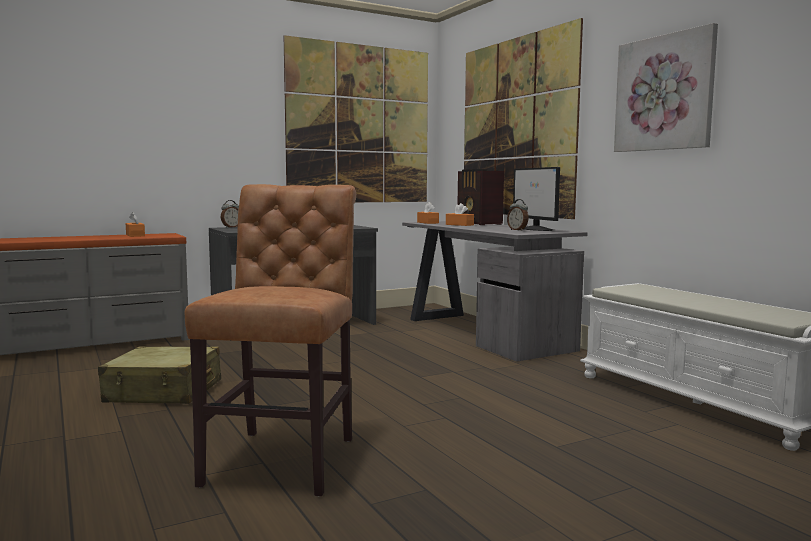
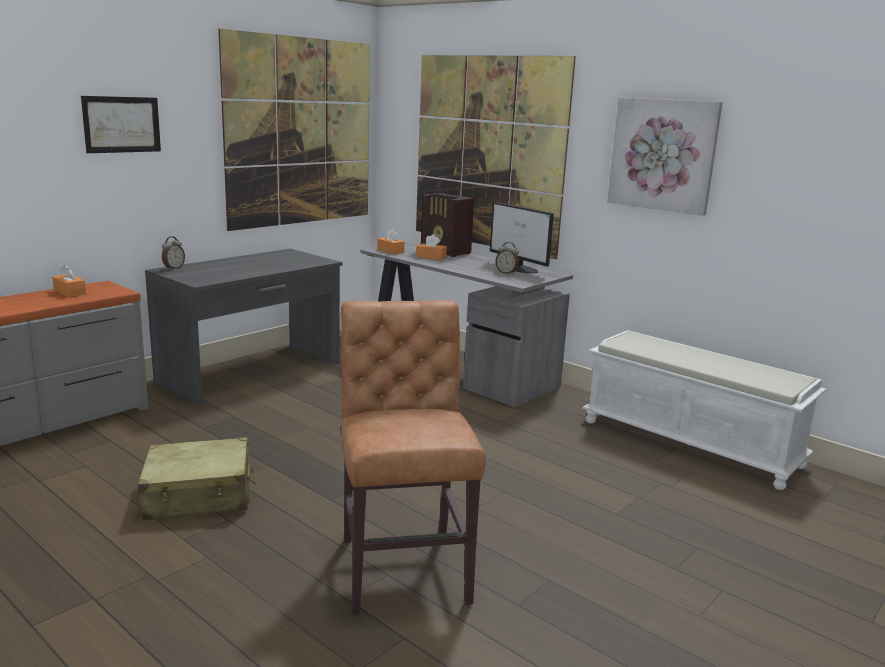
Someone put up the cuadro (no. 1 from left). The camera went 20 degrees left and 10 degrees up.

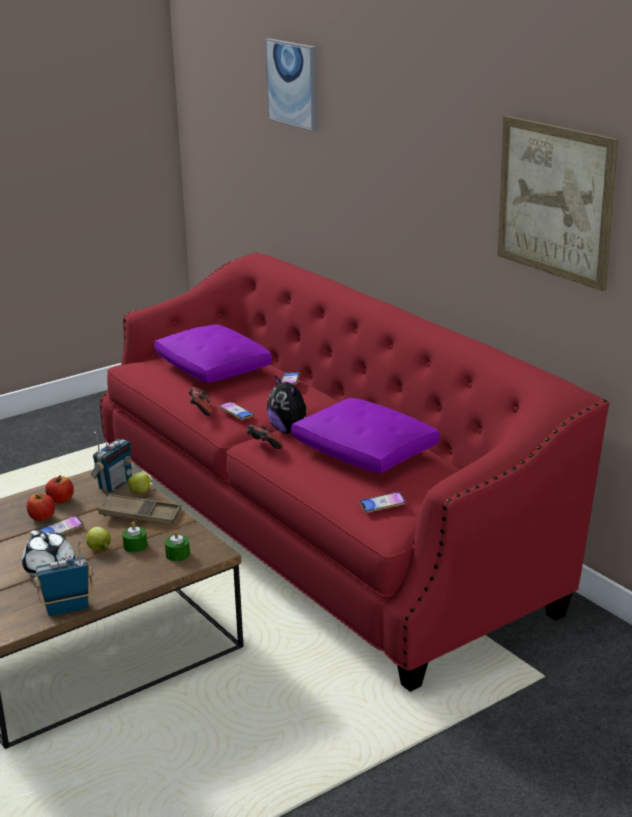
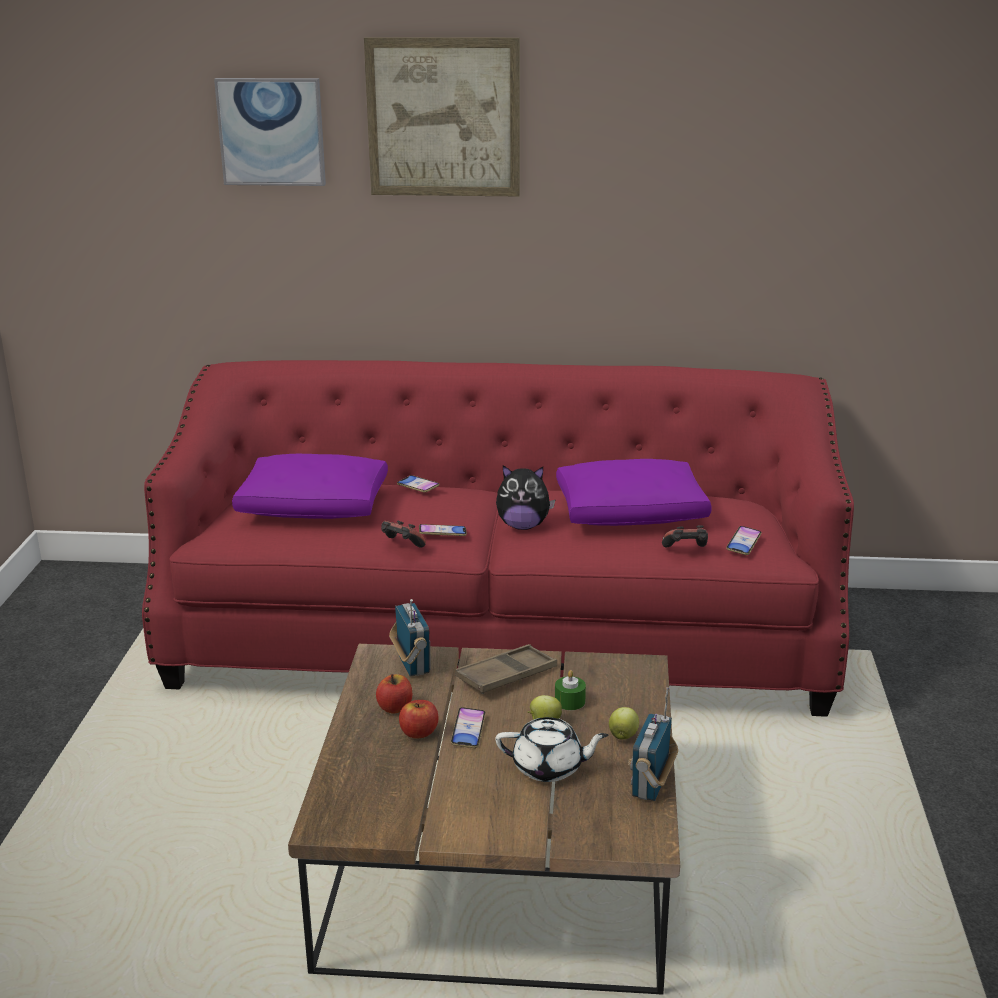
Someone carried the cuadro (no. 2 from left). Someone carried the mando de consola (no. 2 from left). Someone carried the manzana (no. 4 from left). Someone took away the vela (verde) (no. 2 from left). The camera went 50 degrees left and 0 degrees up.

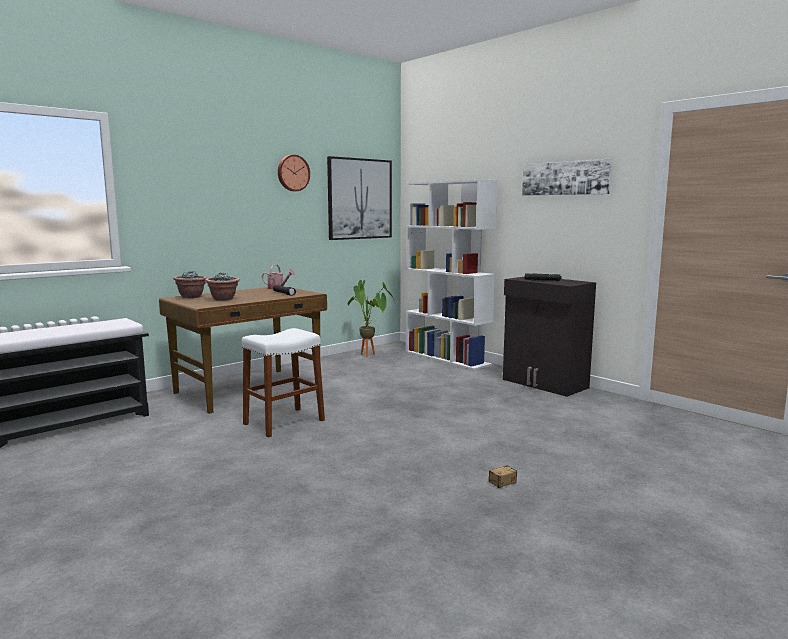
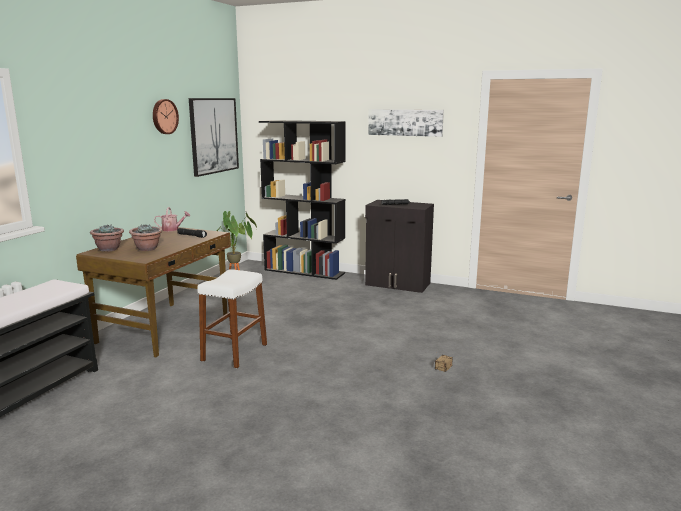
Someone repainted the estantería (blanco), which became the estantería (negro). The camera went 25 degrees left and 5 degrees up.

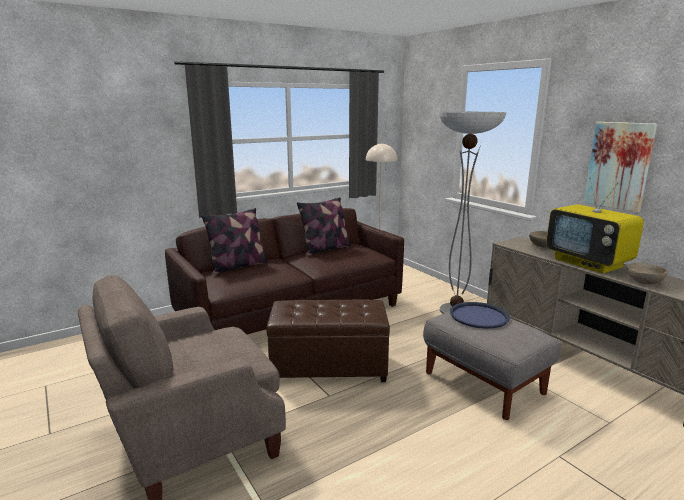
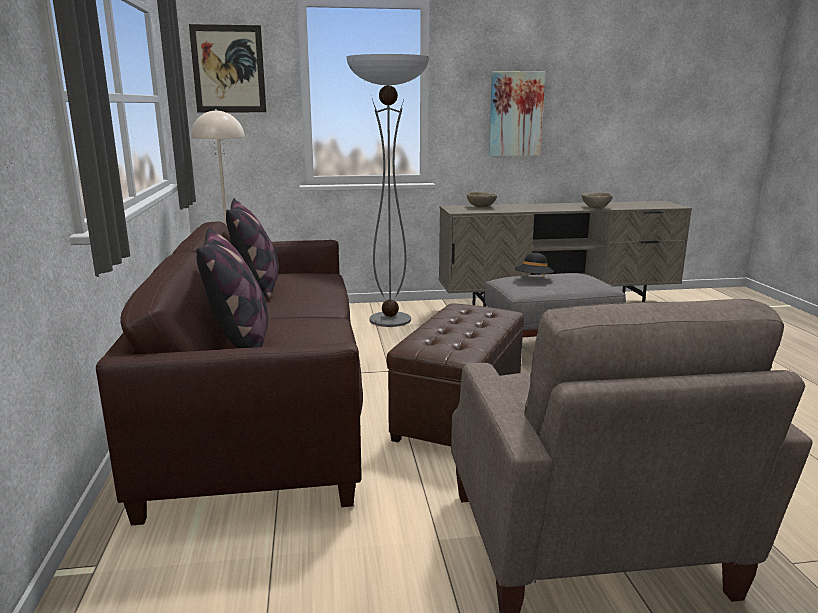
Someone took away the televisor. Someone swapped the bandeja (azul) for the sombrero (negro). Someone put up the cuadro (no. 1 from left). The camera went 65 degrees left and 0 degrees up.

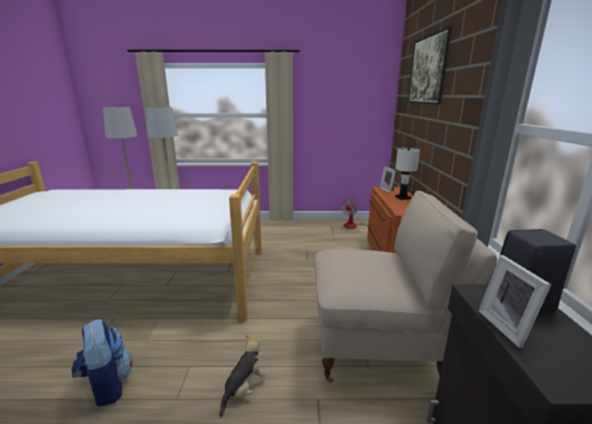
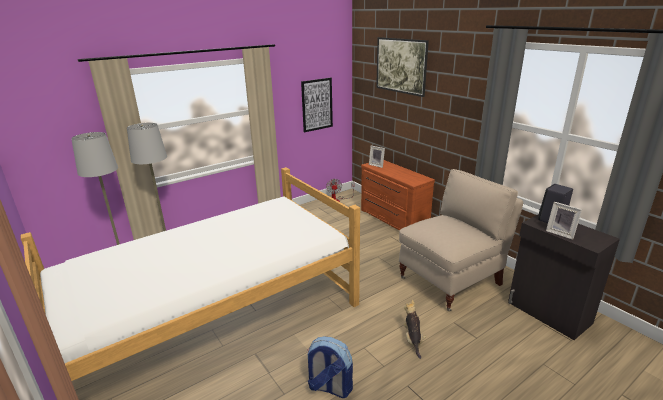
Someone took away the lámpara de mesa (blanco). Someone put up the cuadro (no. 1 from left). The camera went 35 degrees left and 5 degrees up.

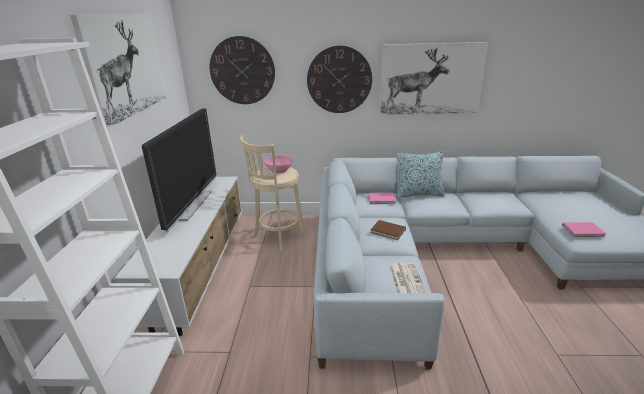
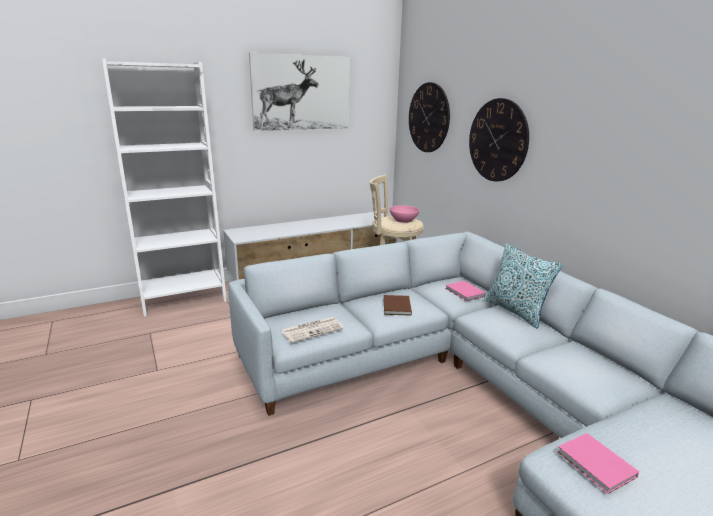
Someone took away the cuadro (no. 2 from left). Someone took away the televisor. The camera went 60 degrees right and 5 degrees down.

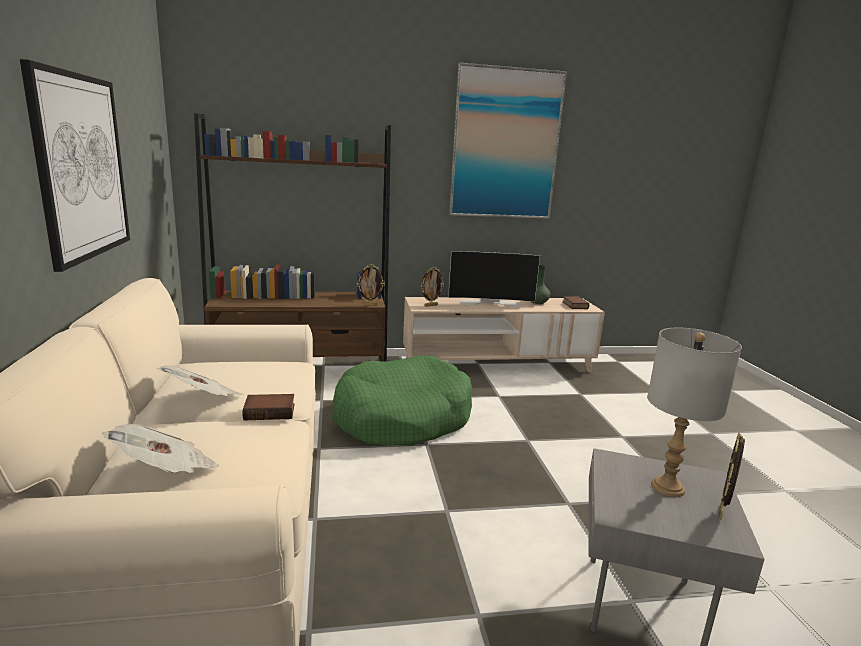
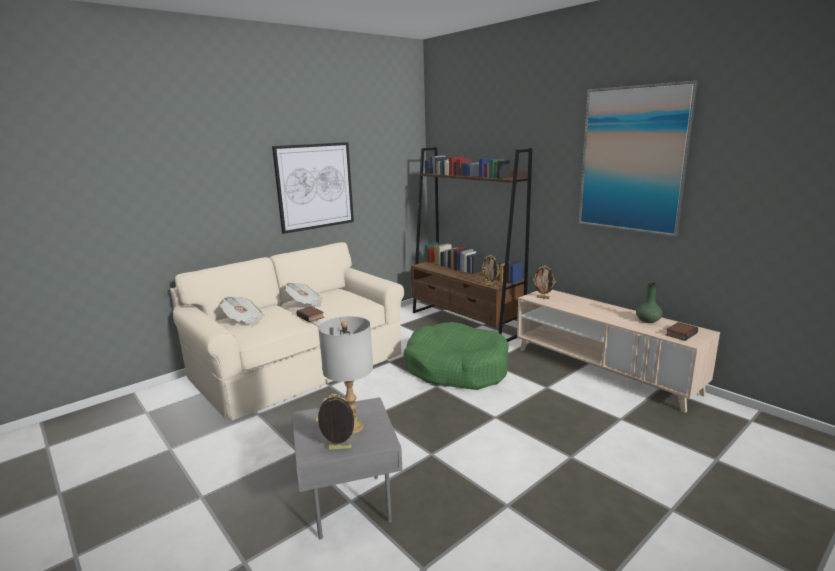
Someone took away the televisor. The camera went 60 degrees right and 0 degrees up.

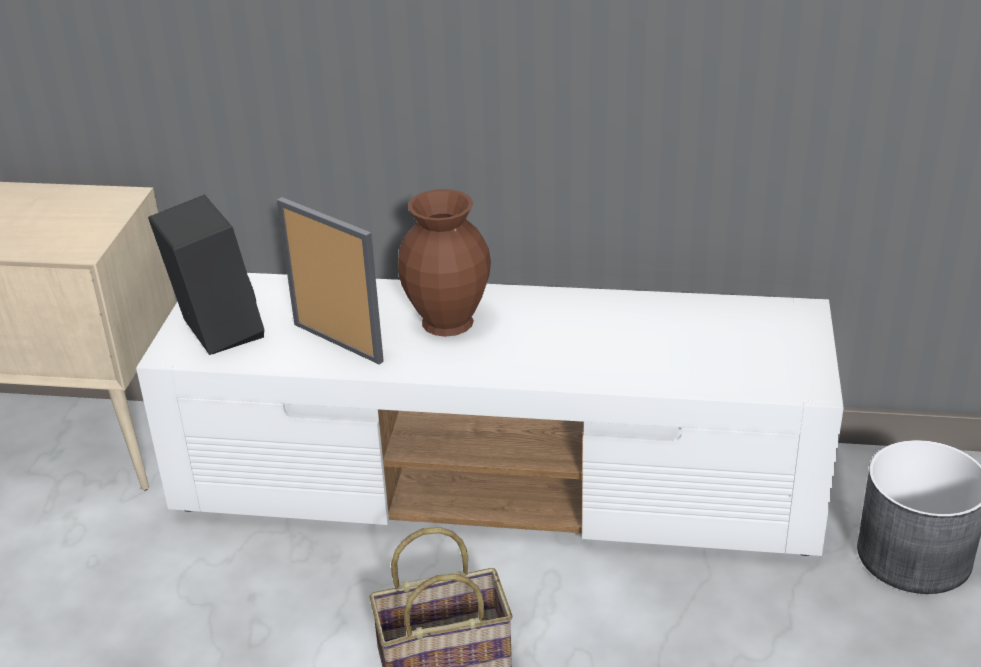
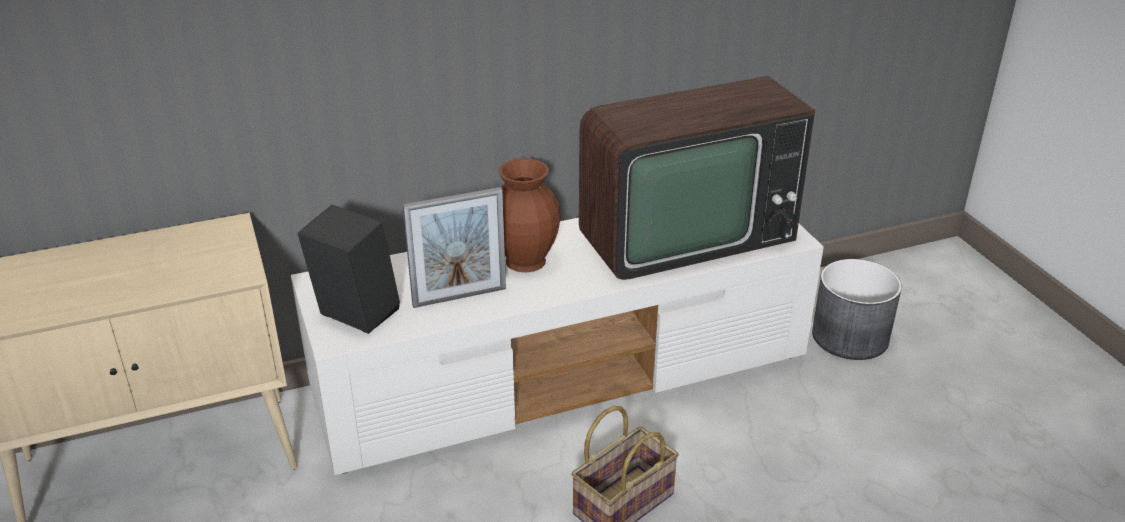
Someone rotated the portarretratos by 150 degrees clockwise. Someone put down the televisor. The camera went 30 degrees left and 0 degrees up.

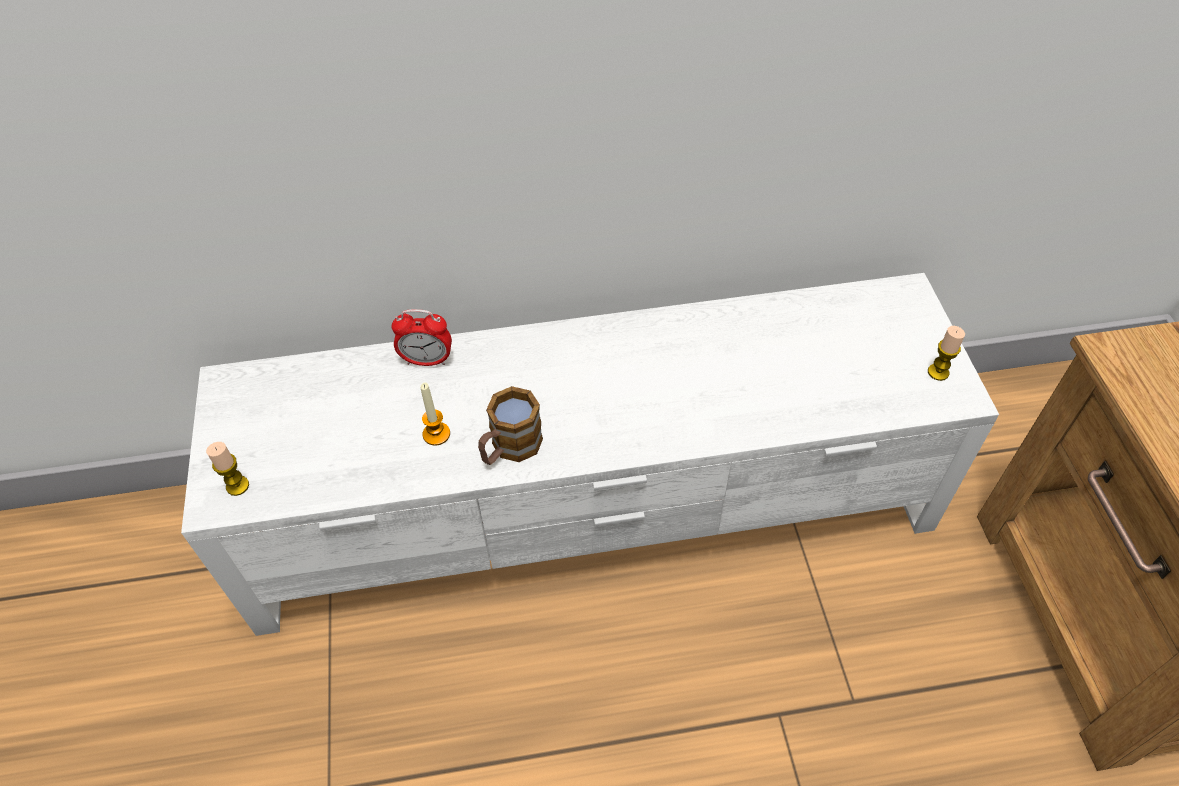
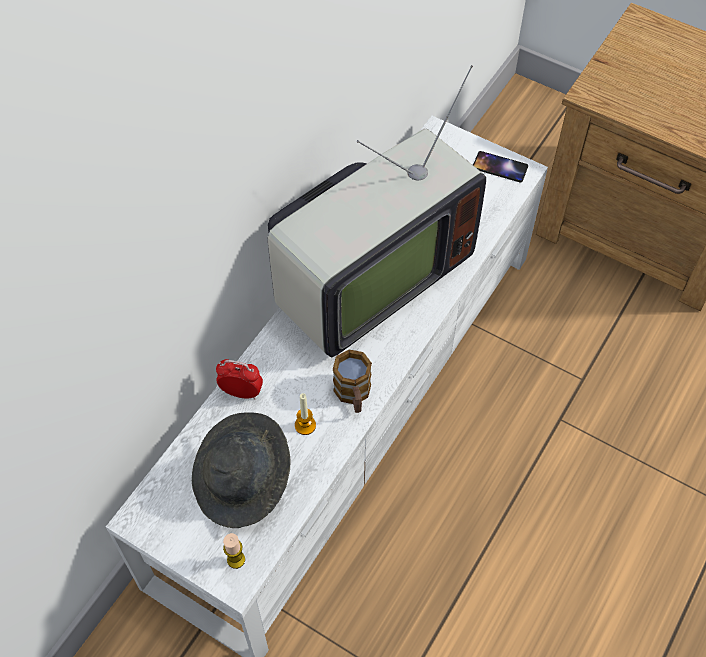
Someone rotated the despertador by 120 degrees counterclockwise. Someone swapped the vela (no. 3 from left) for the móvil. Someone put down the televisor. Someone put down the sombrero (gris). The camera went 50 degrees left and 5 degrees up.

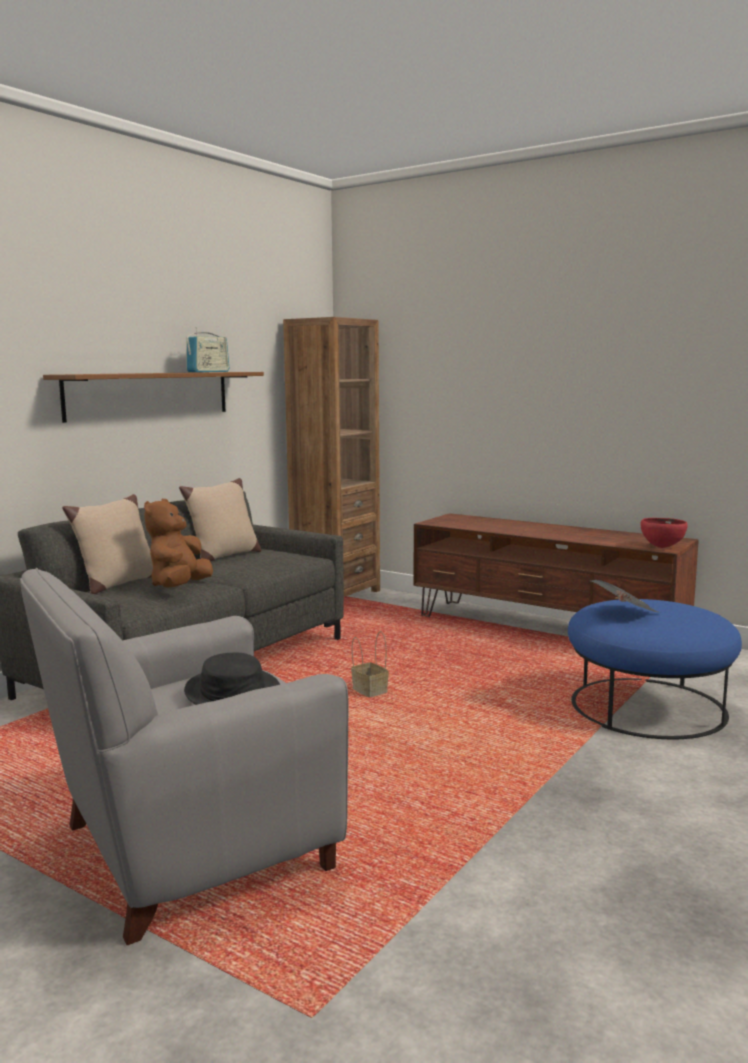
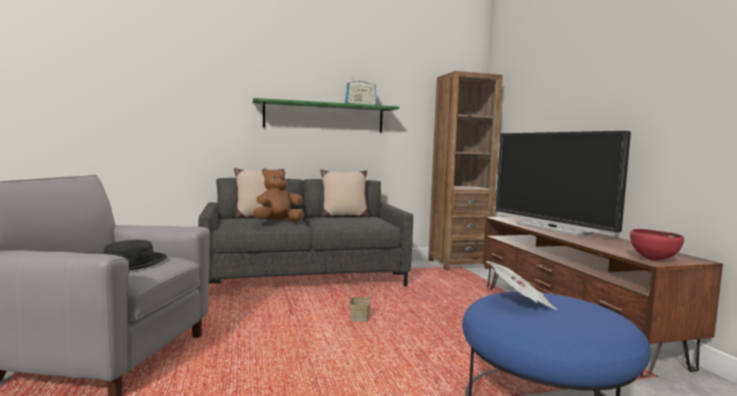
Someone repainted the estante (marrón), which became the estante (verde). Someone put down the televisor. The camera went 40 degrees right and 5 degrees down.

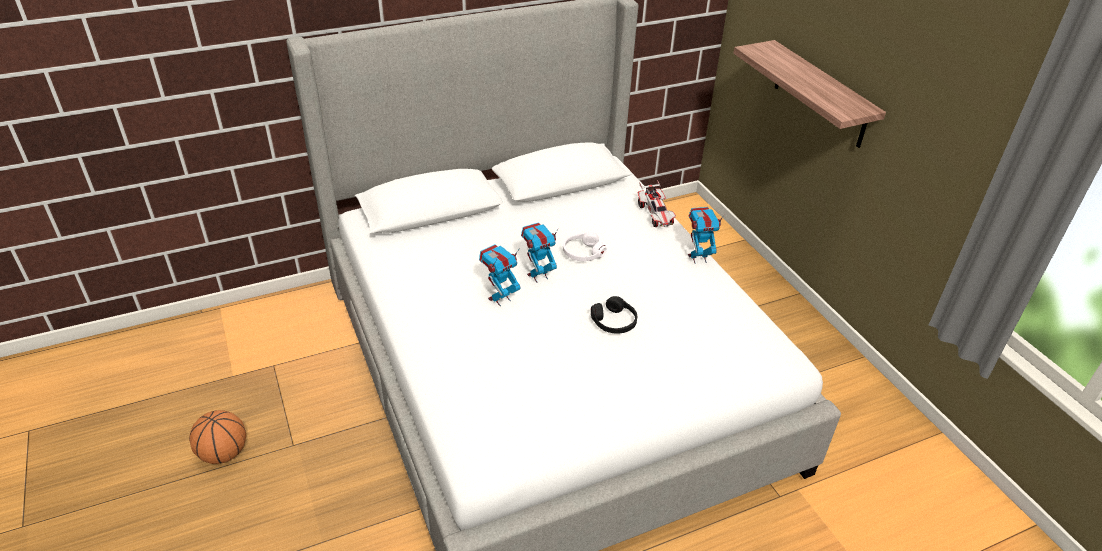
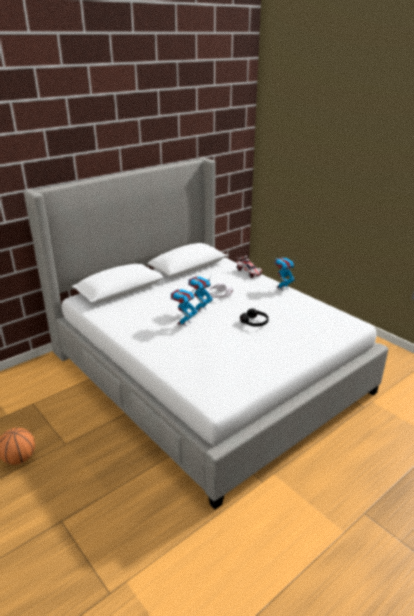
Someone took away the estante. The camera went 15 degrees left and 10 degrees down.

